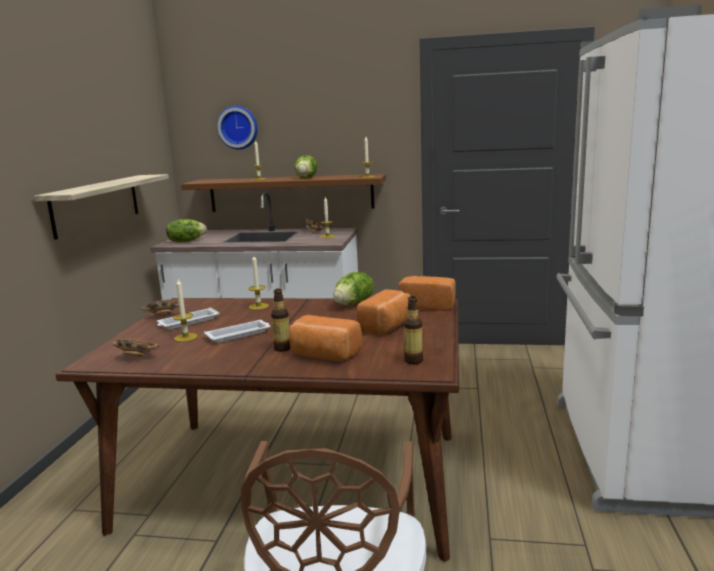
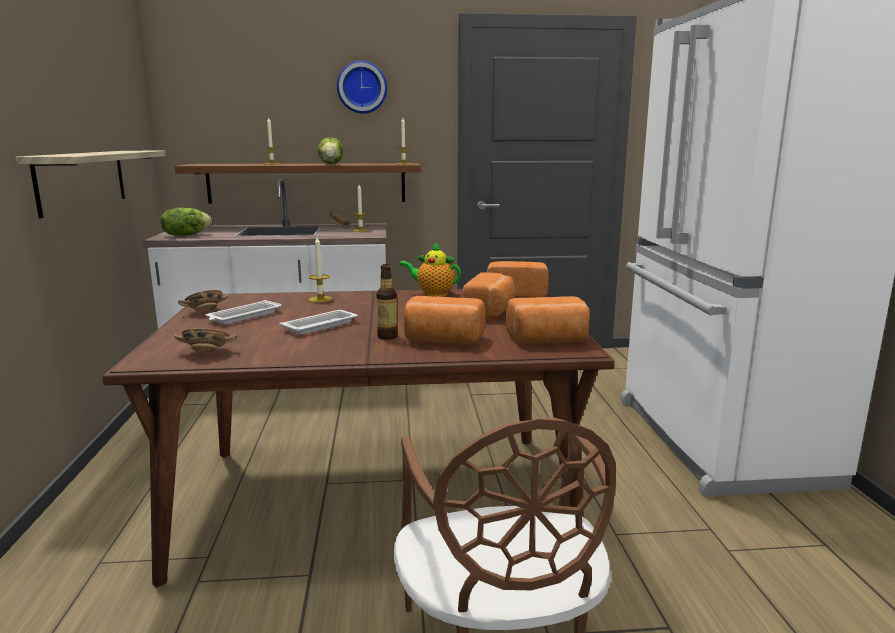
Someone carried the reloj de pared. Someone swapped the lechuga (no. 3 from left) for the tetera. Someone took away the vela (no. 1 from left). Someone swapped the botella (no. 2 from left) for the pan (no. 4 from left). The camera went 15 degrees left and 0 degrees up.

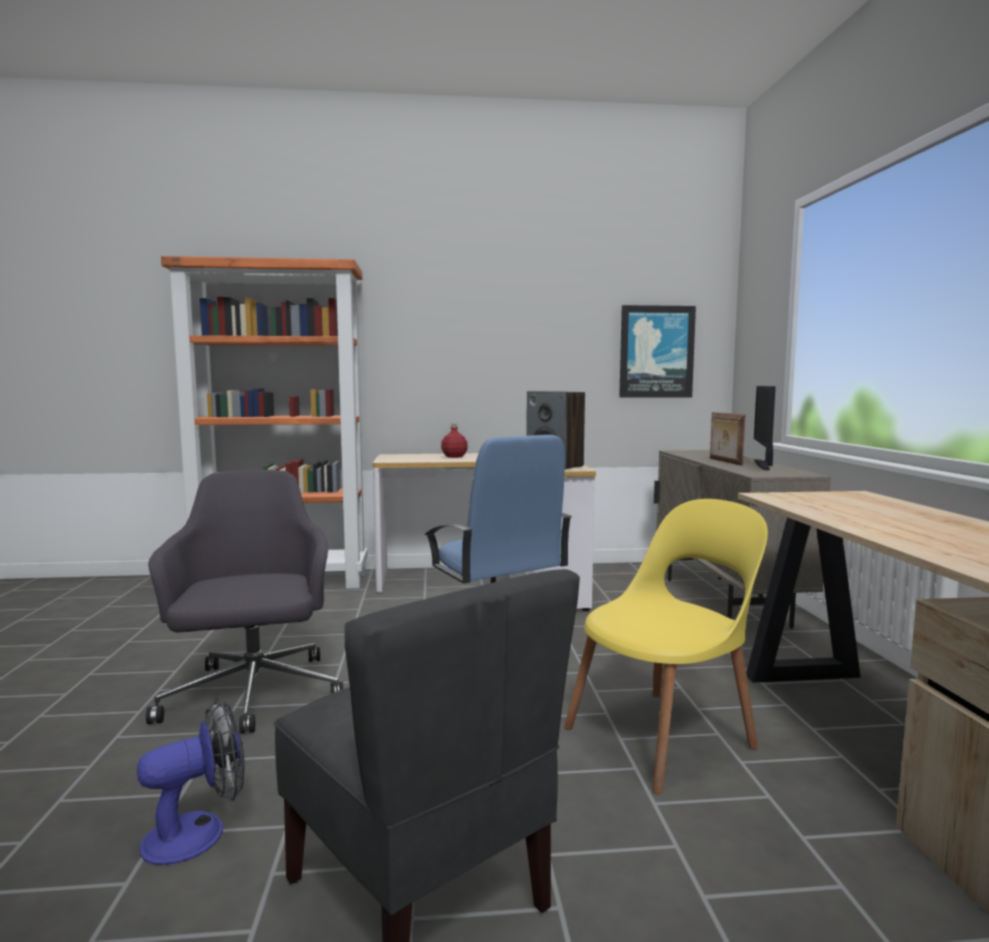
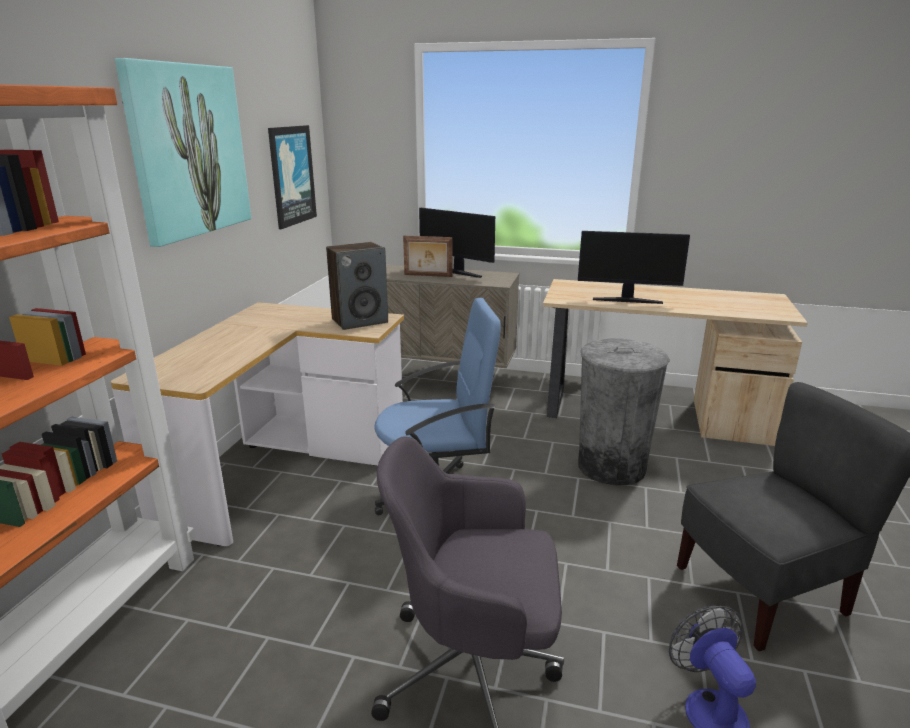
Someone took away the botella (rojo). Someone swapped the silla (amarillo) for the papelera (gris). Someone put up the cuadro (no. 1 from left). Someone put down the monitor (no. 2 from left). The camera went 70 degrees left and 15 degrees up.

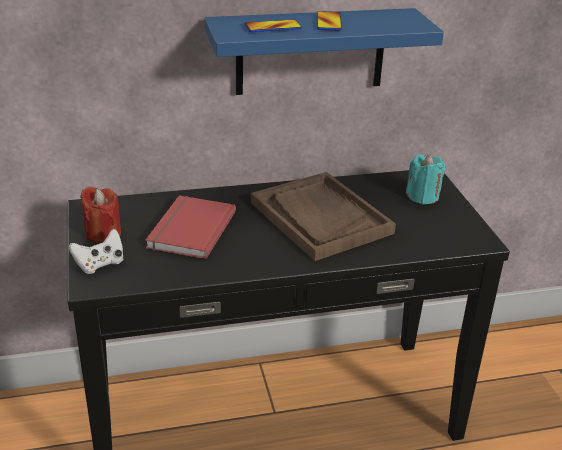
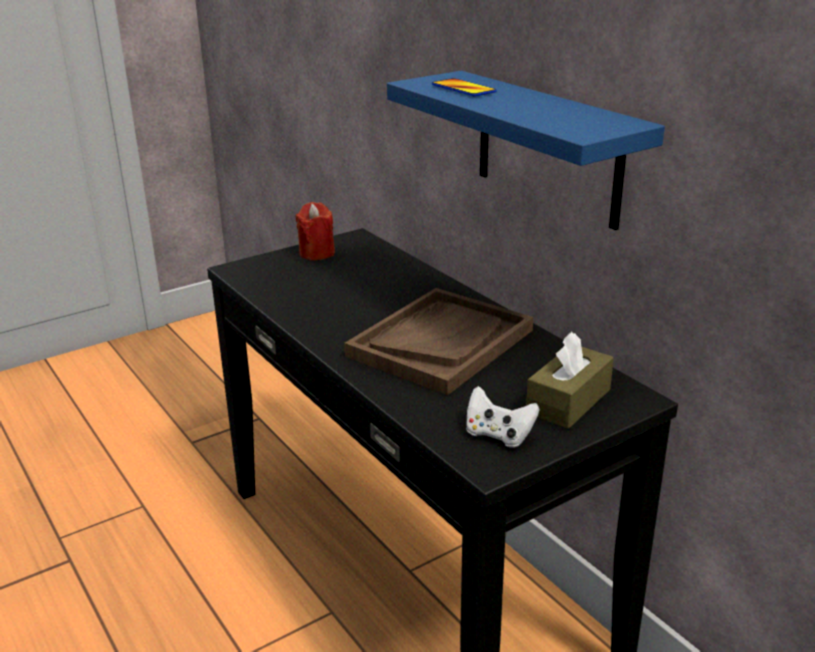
Someone took away the móvil (no. 2 from left). Someone swapped the vela (turquesa) for the caja de pañuelos (marrón). Someone took away the libro (rojo). Someone carried the mando de consola (blanco). The camera went 70 degrees right and 5 degrees down.

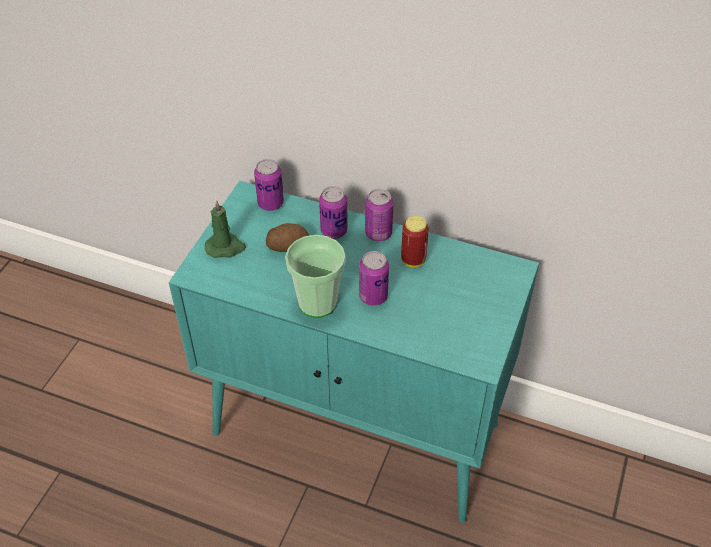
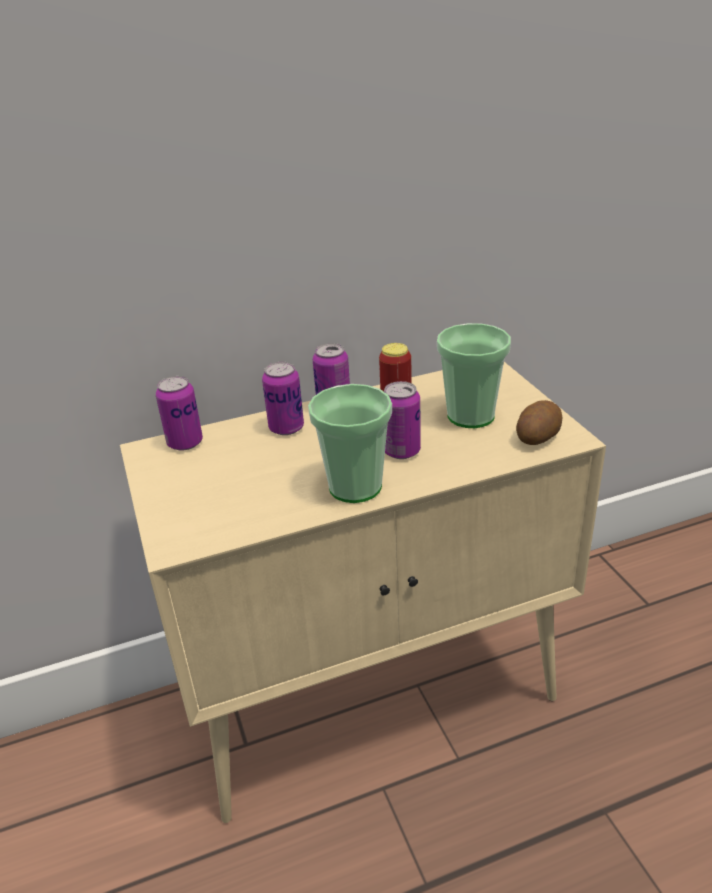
Someone repainted the armario (turquesa), which became the armario (beis). Someone took away the vela (verde). Someone carried the patata. Someone put down the taza (no. 2 from left). The camera went 40 degrees left and 15 degrees down.

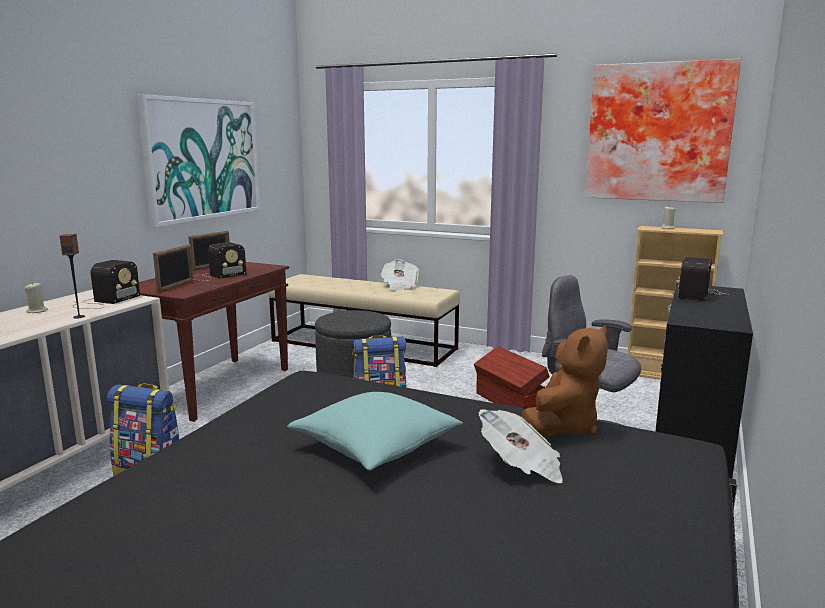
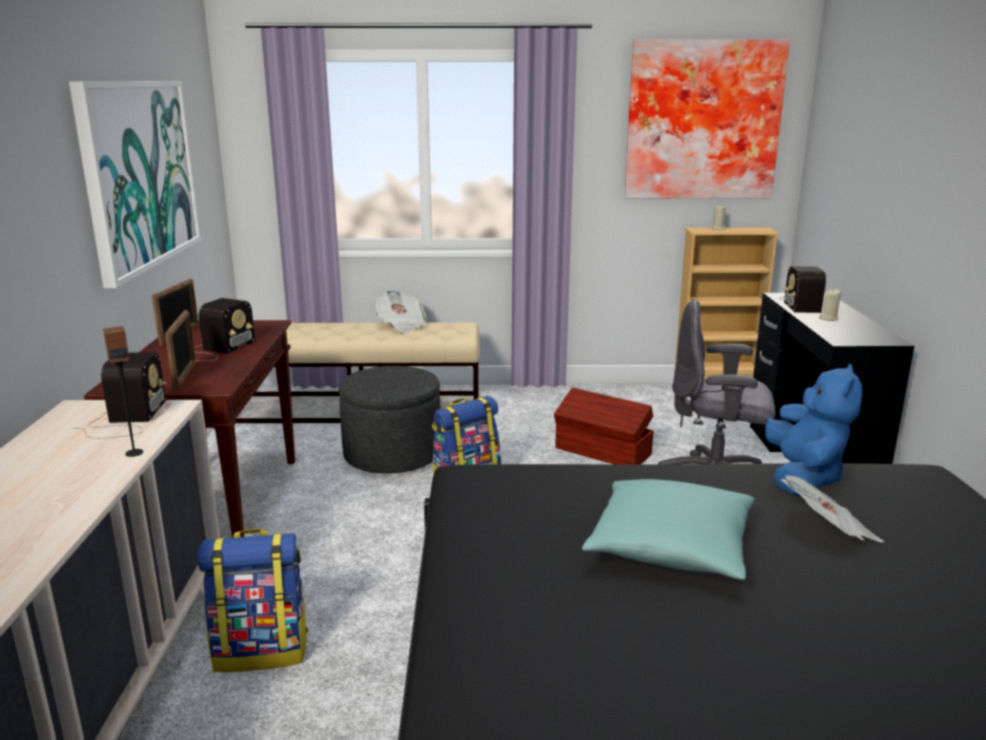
Someone carried the vela (beis) (no. 1 from left in the first image). Someone repainted the peluche (marrón), which became the peluche (azul). The camera went 25 degrees left and 5 degrees up.

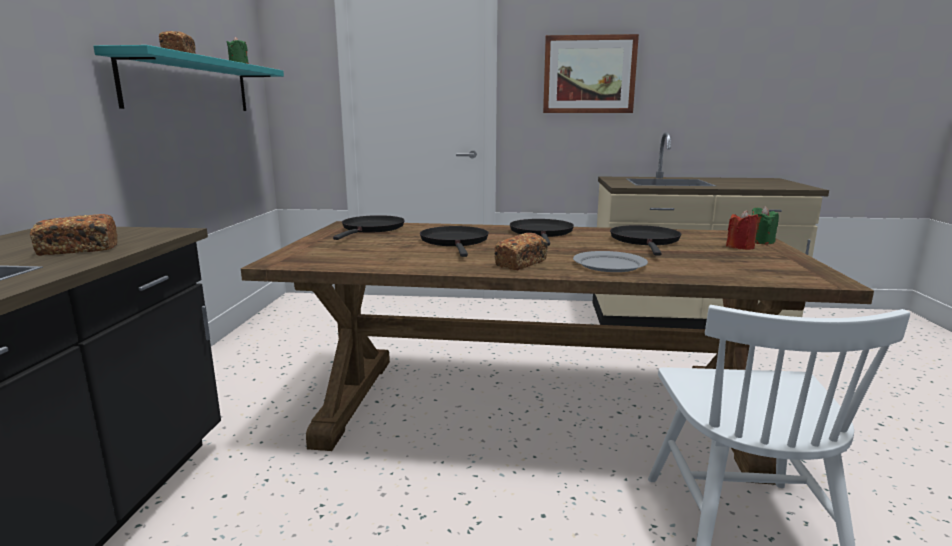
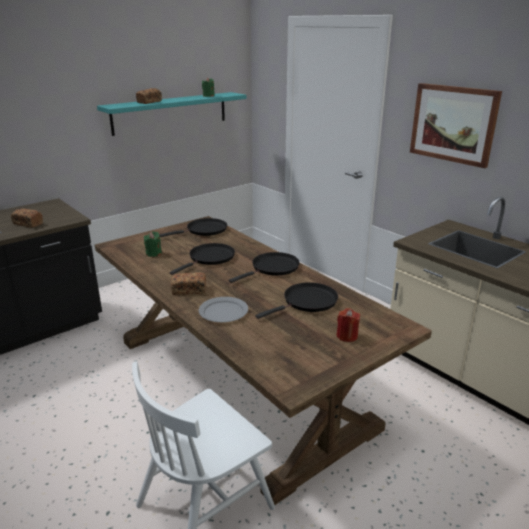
Someone carried the vela (verde) (no. 2 from left in the first image). The camera went 45 degrees right and 10 degrees up.

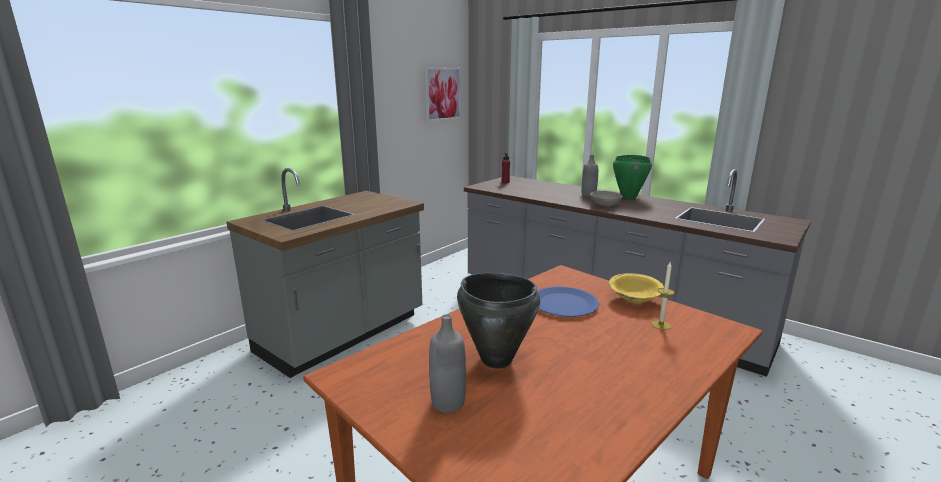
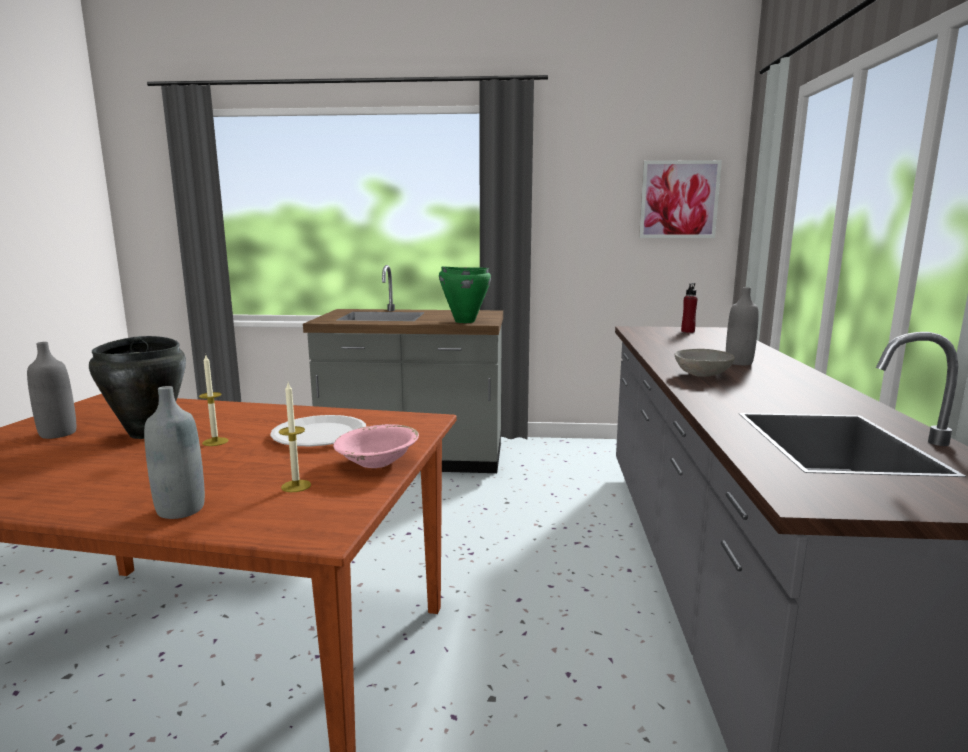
Someone carried the olla (verde). Someone repainted the cuenco (amarillo), which became the cuenco (rosa). Someone repainted the plato (azul), which became the plato (blanco). Someone put down the vela (no. 1 from left). Someone put down the botella (gris) (no. 2 from left). The camera went 55 degrees right and 5 degrees down.

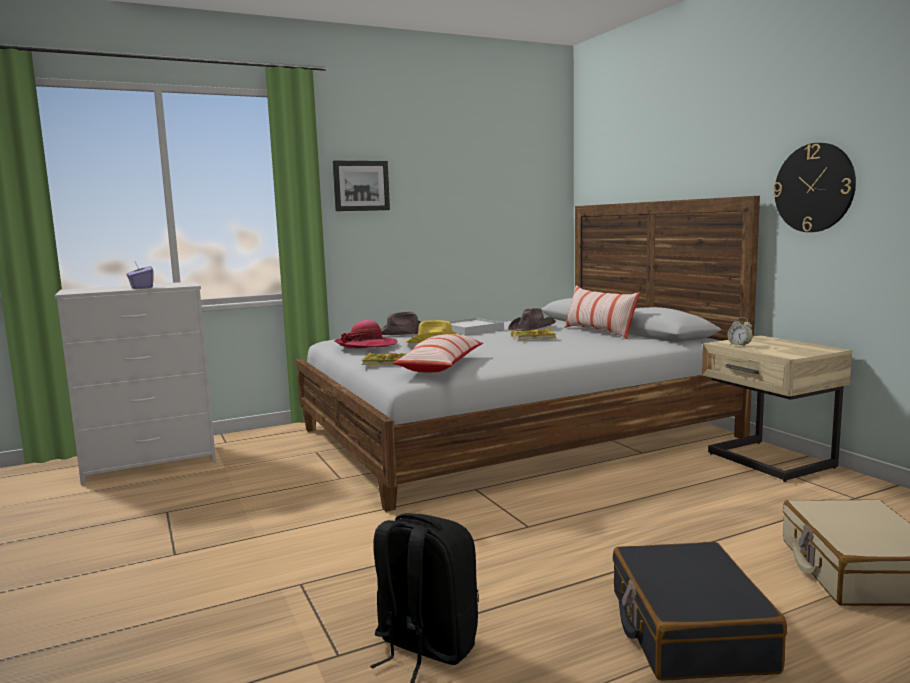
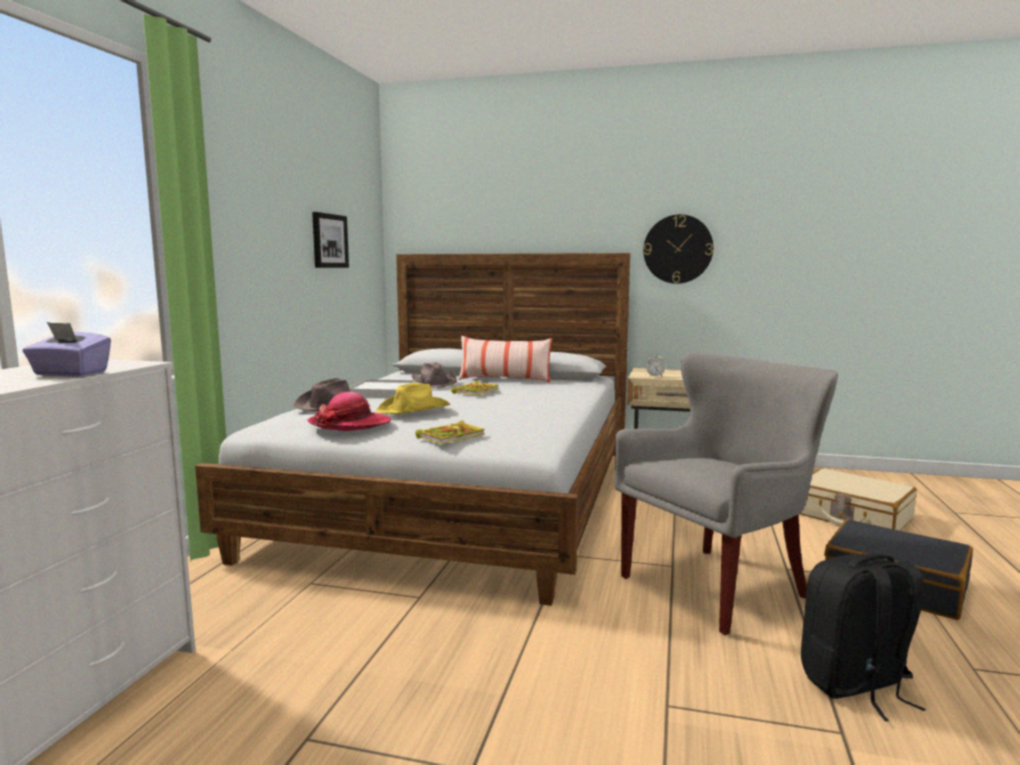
Someone carried the cuadro. Someone took away the cojín (no. 1 from left). Someone put down the sillón (gris). The camera went 50 degrees left and 0 degrees up.

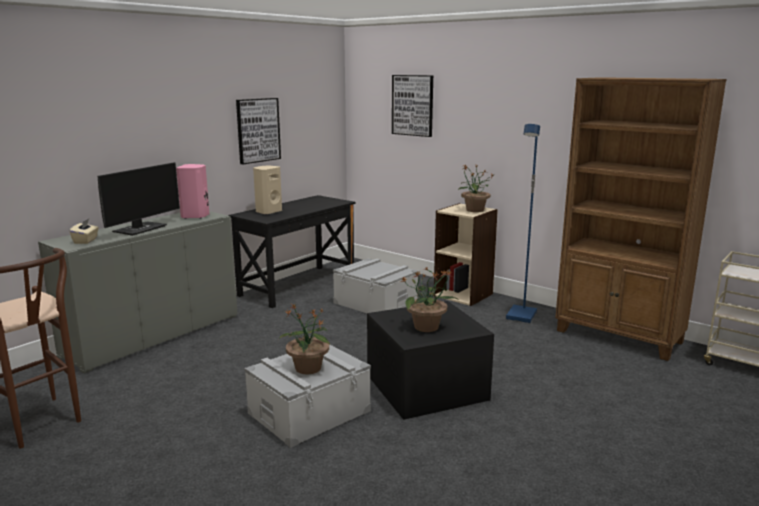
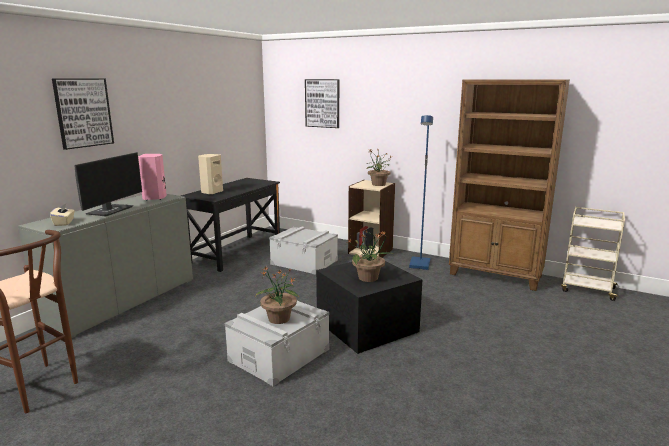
Someone carried the cuadro (no. 1 from left). The camera went 10 degrees left and 0 degrees up.

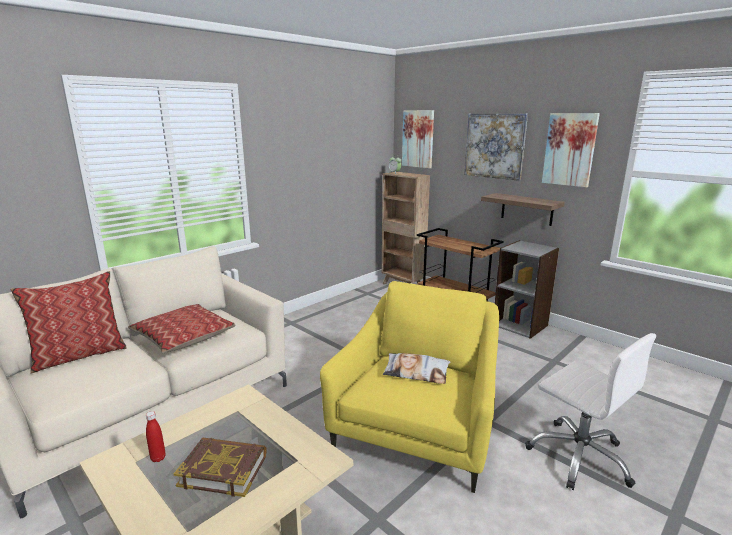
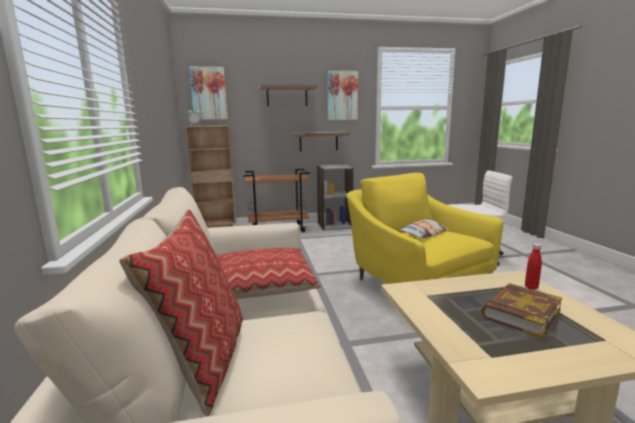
Someone swapped the cuadro (no. 2 from left) for the estante (no. 1 from left). Someone carried the botella (rojo). The camera went 55 degrees left and 5 degrees down.

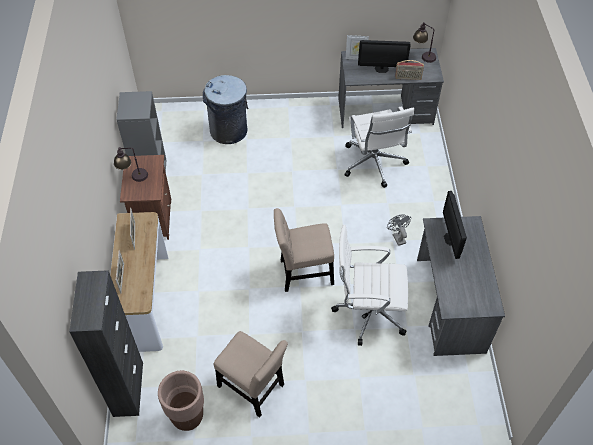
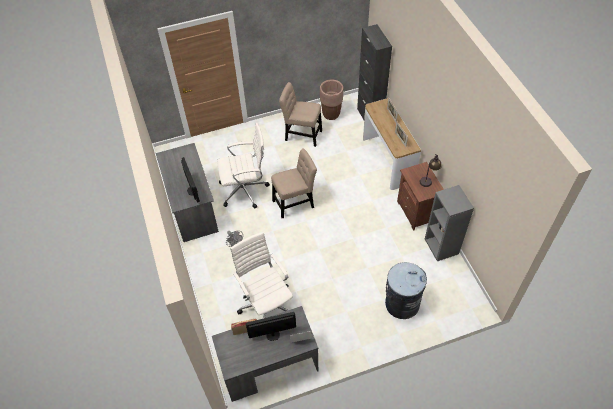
Someone took away the lámpara de mesa (no. 2 from left). The camera went 165 degrees right and 0 degrees up.

